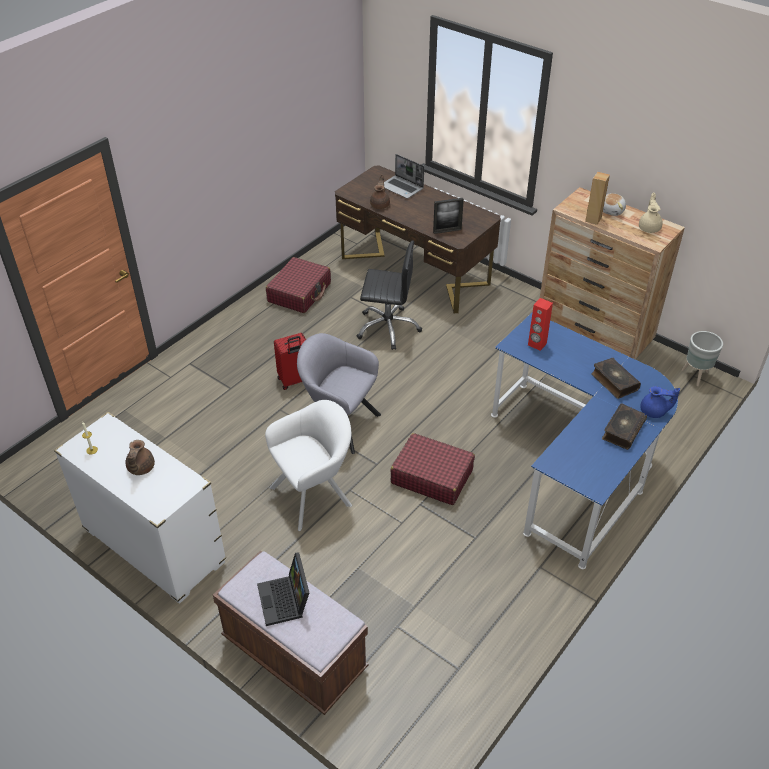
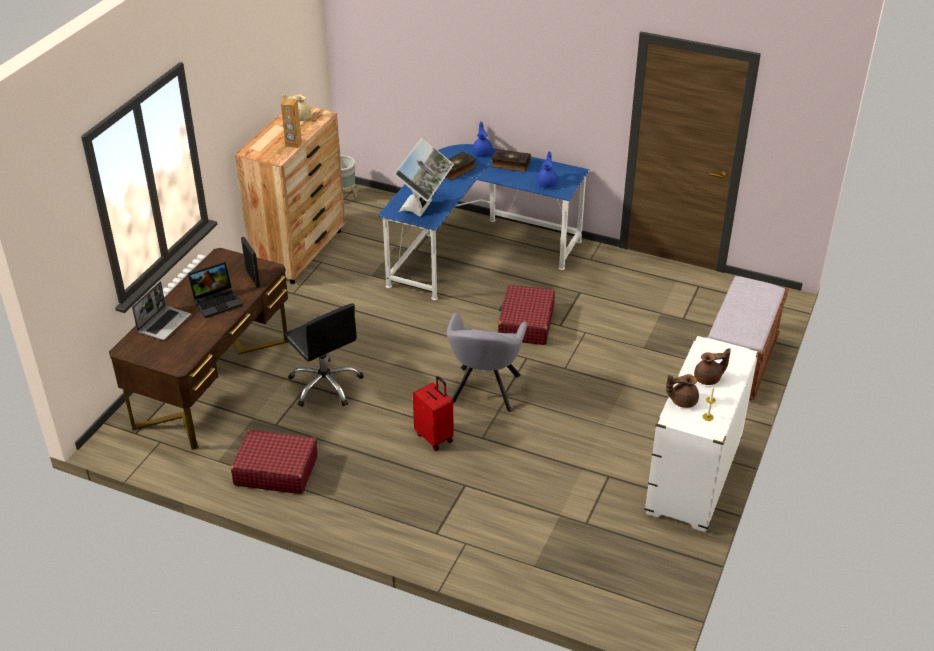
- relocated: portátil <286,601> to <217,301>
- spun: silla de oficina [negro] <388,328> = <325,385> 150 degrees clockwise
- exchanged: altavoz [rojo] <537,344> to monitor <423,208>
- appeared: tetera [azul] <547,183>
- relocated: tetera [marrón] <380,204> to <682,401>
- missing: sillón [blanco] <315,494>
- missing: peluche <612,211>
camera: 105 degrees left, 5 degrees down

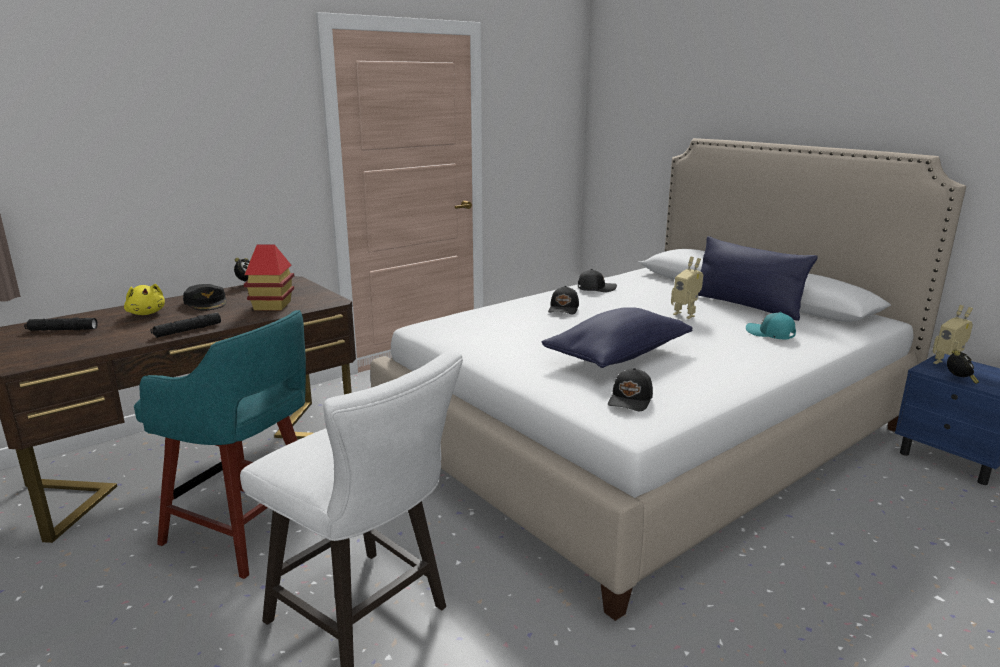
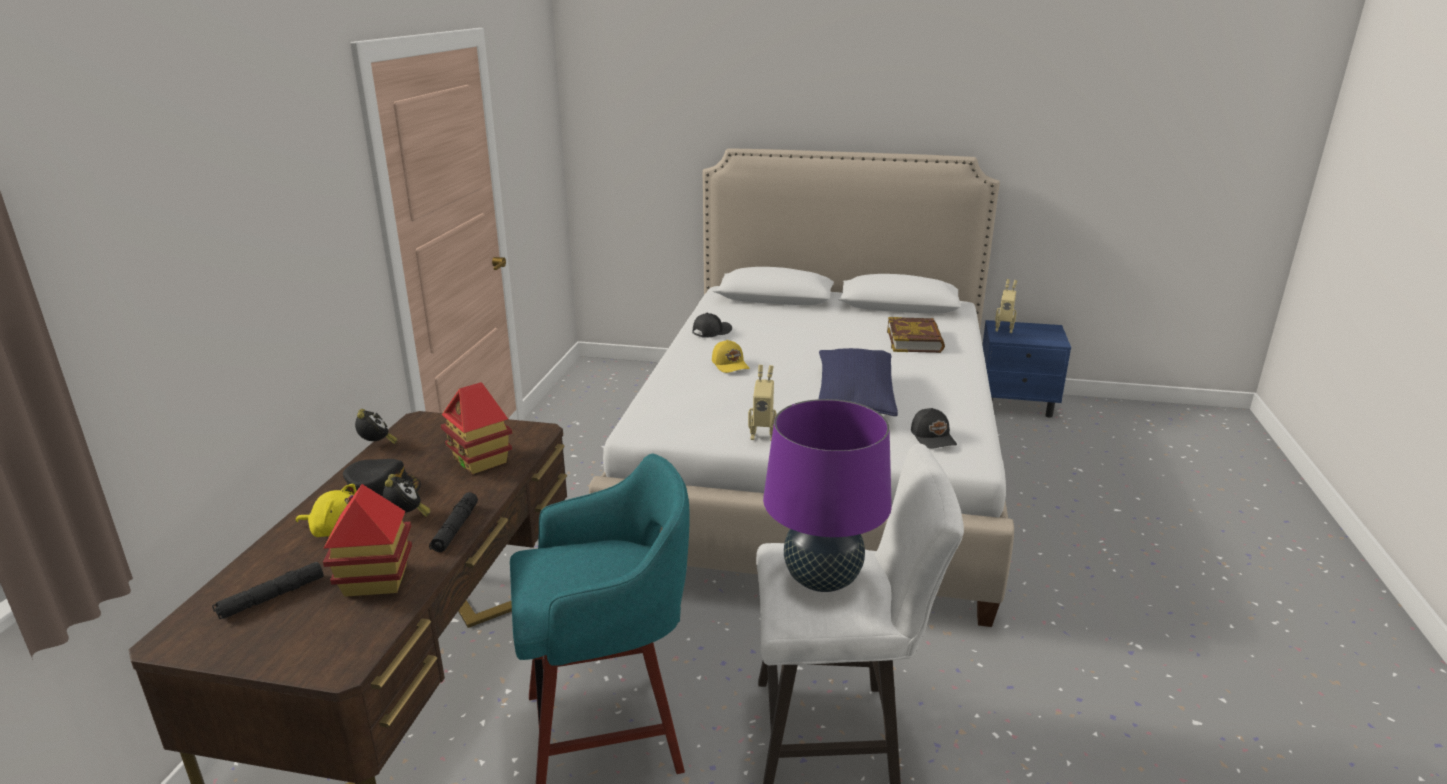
- appeared: casita <375,580>
- relocated: despertador <959,380> to <407,516>
- colour: gorra [negro] <564,309> to gorra [amarillo] <730,365>
- relocated: robot de juguete <686,314> to <763,435>
- appeared: lámpara de mesa [morado] <822,579>
- exchanged: gorra [turquesa] <770,334> to libro <915,340>
- missing: cojín [azul] <745,305>
camera: 40 degrees left, 5 degrees up

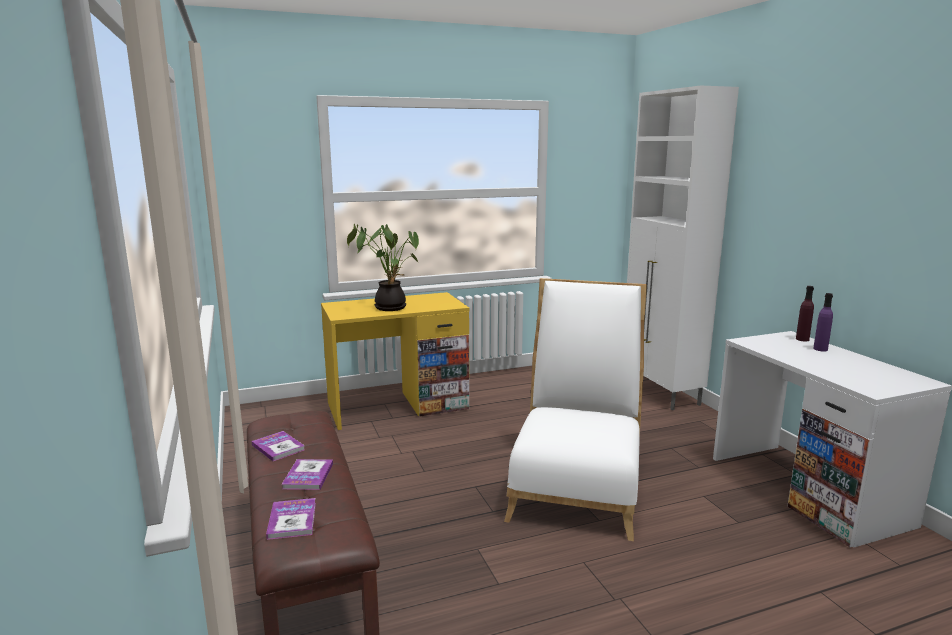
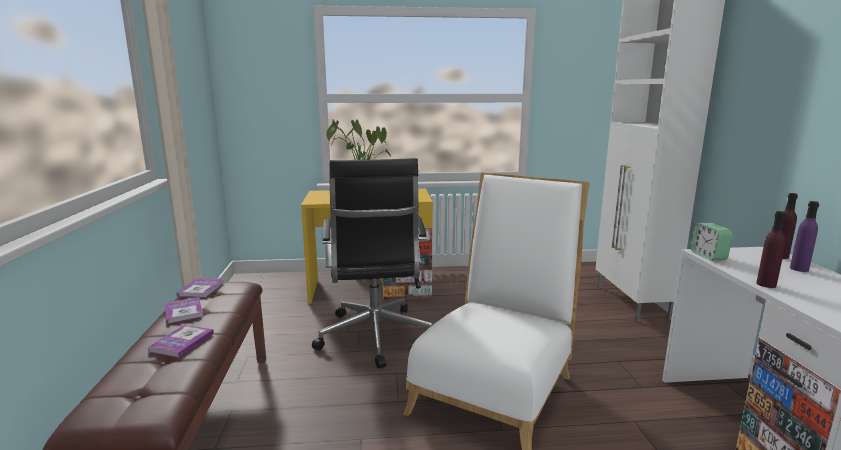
- relocated: libro <292,520> to <201,289>
- appeared: silla de oficina [negro] <375,337>
- appeared: despertador <708,256>
- appeared: botella [morado] <766,284>
camera: 15 degrees right, 0 degrees up

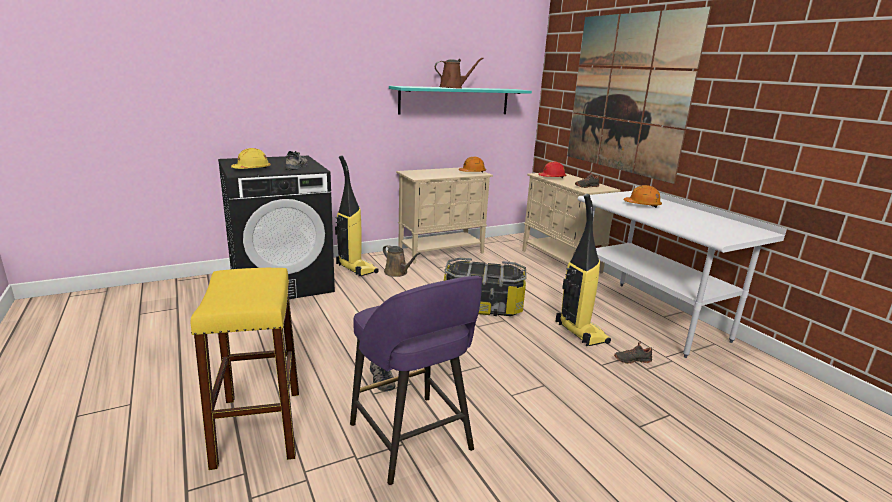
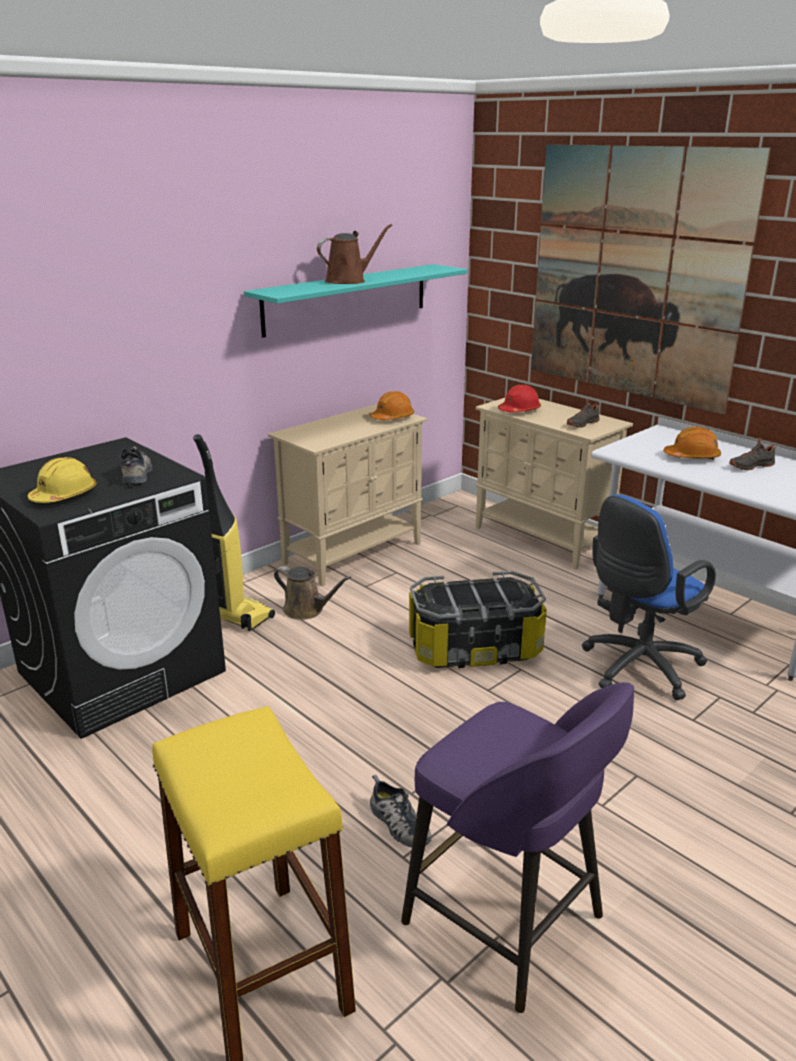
- exchanged: aspiradora <580,333> to silla de oficina [azul] <636,668>
- relocated: zapato [negro] <632,359> to <750,466>
camera: 15 degrees left, 5 degrees up

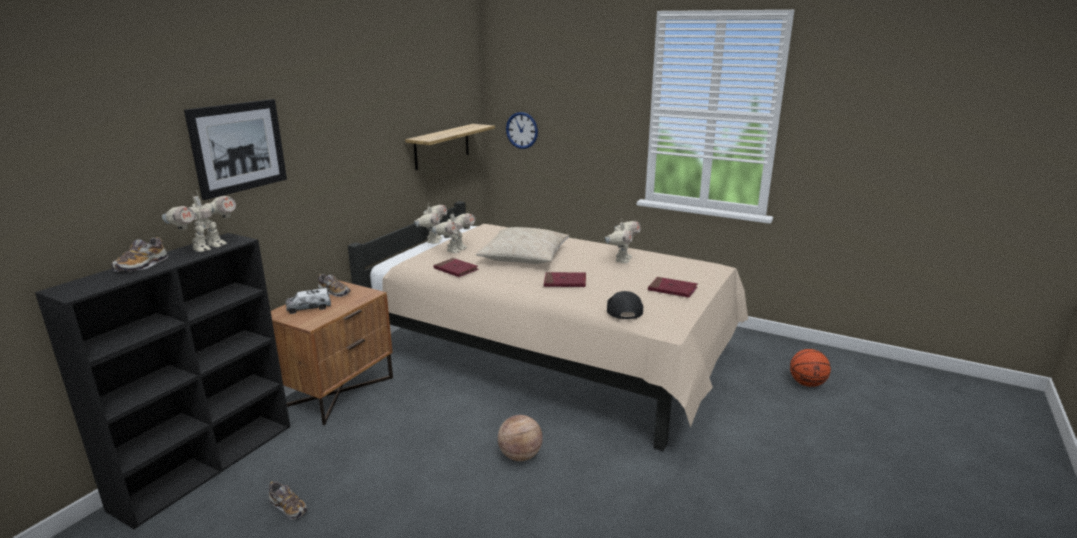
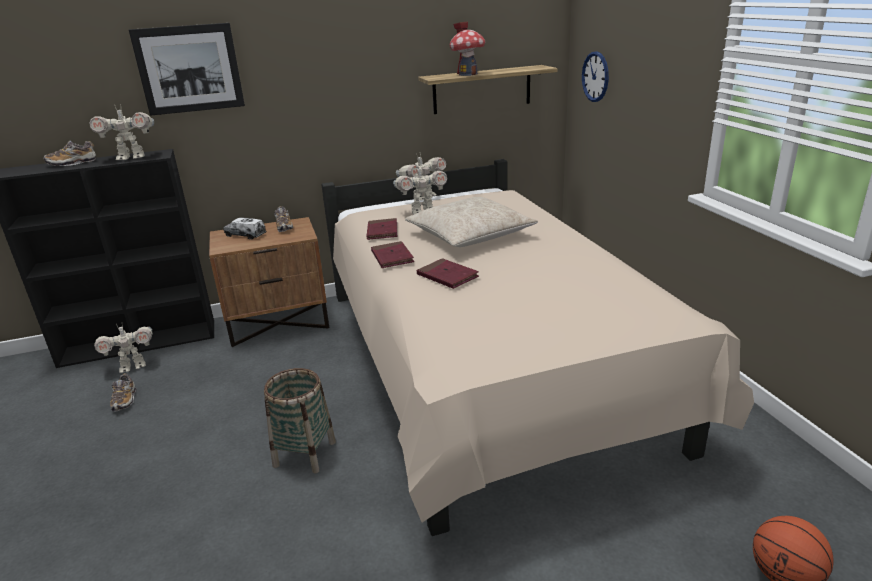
- relocated: robot de juguete <622,260> to <132,366>
- exchanged: balón de baloncesto <520,456> to cesta <305,453>
- relocated: libro [rojo] <672,289> to <392,257>
- appeared: casita <468,74>
- missing: gorra [negro] <623,308>
camera: 45 degrees right, 5 degrees up

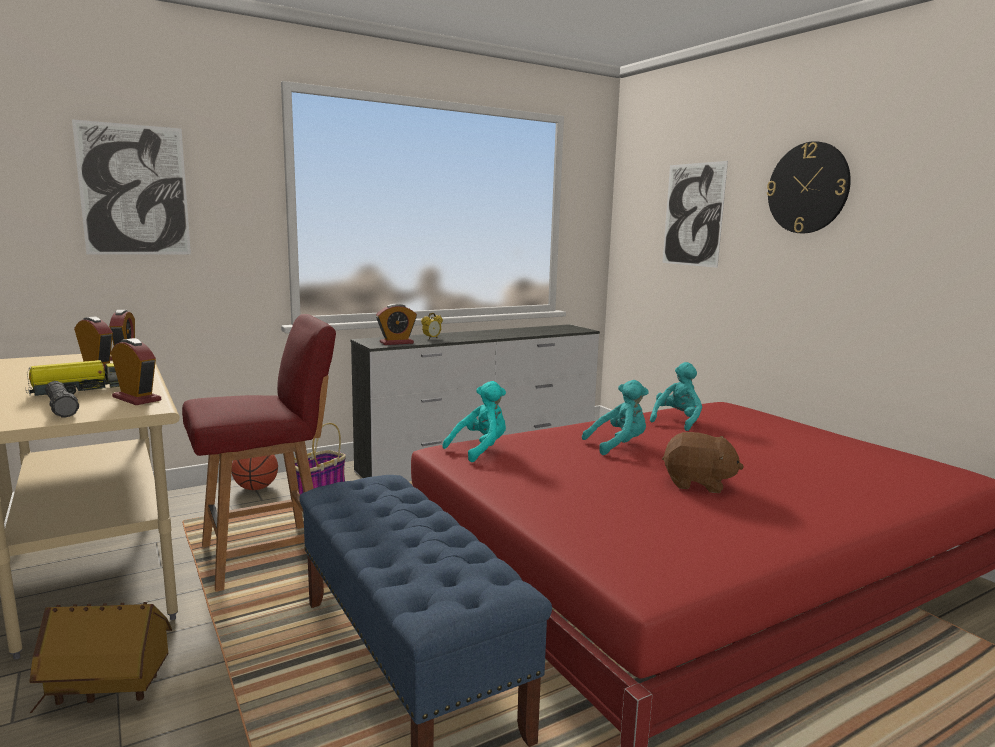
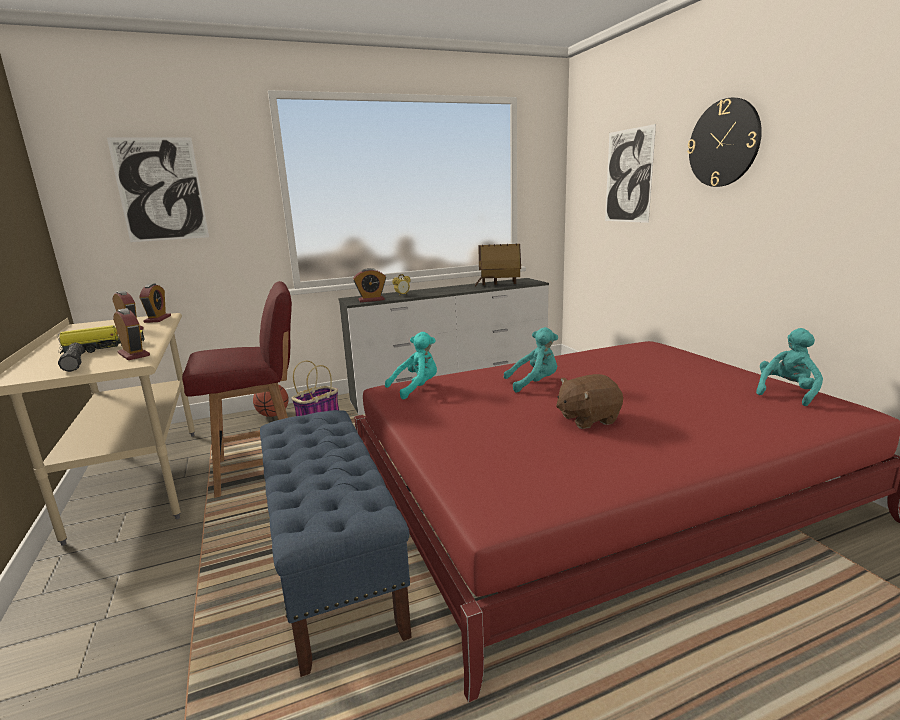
- relocated: casita <108,692> to <499,284>
- spun: peluche [marrón] <698,484> = <587,419> 135 degrees clockwise
- relocated: peluche [turquesa] <677,421> to <787,392>
camera: 10 degrees right, 5 degrees up

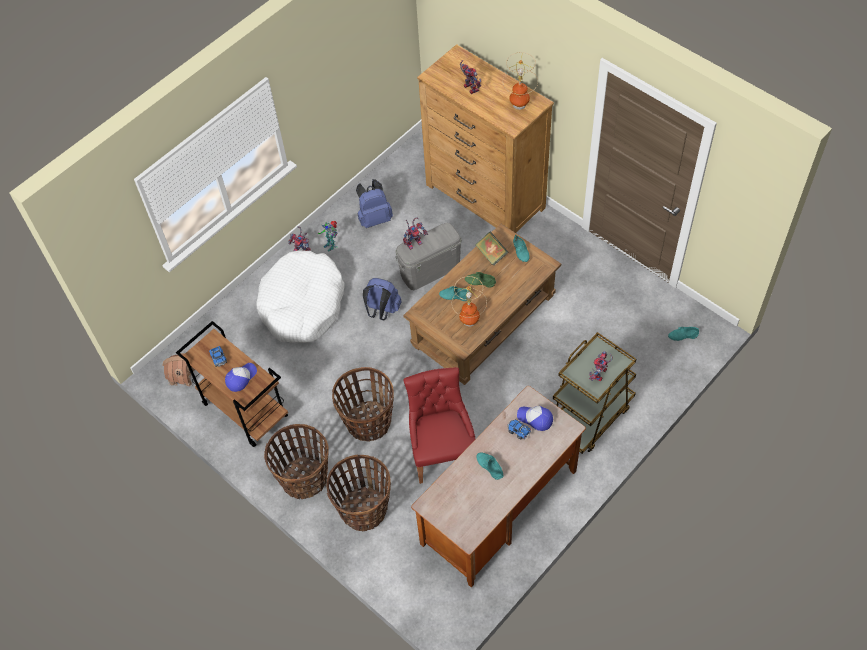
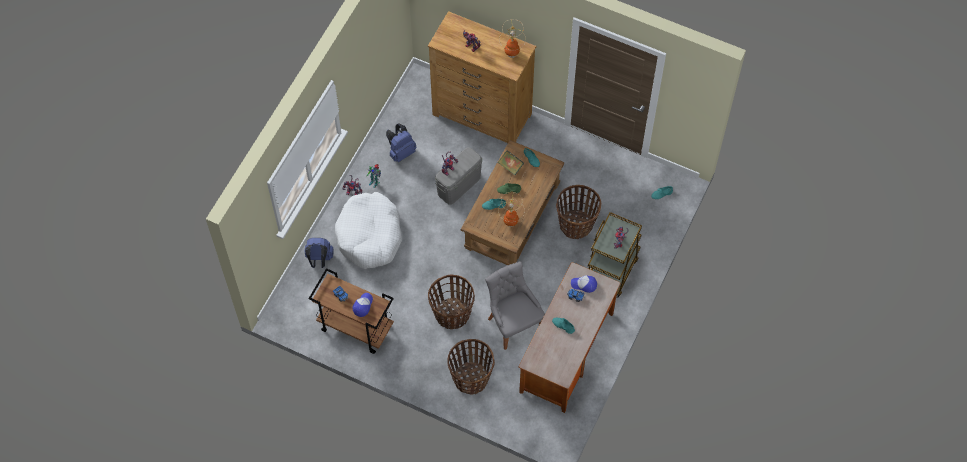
- relocated: mochila [azul] <382,311> to <319,260>
- colour: silla [rojo] <442,452> to silla [gris] <513,323>
- relocated: cesta <304,478> to <576,224>
- missing: casita <183,376>
camera: 20 degrees left, 5 degrees up

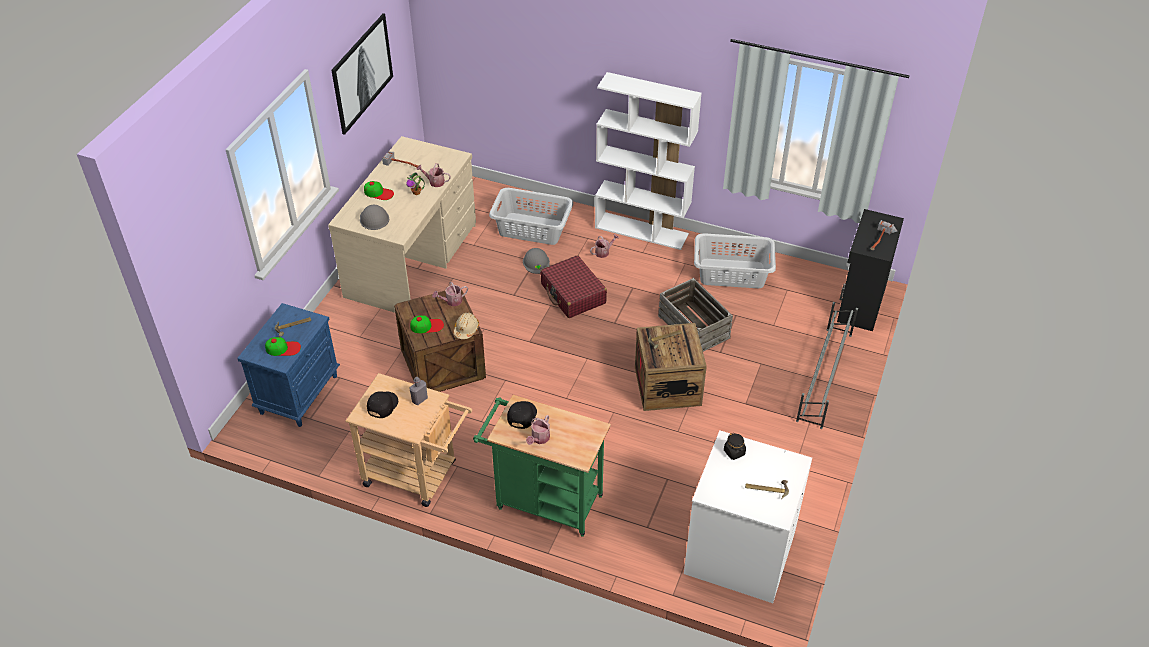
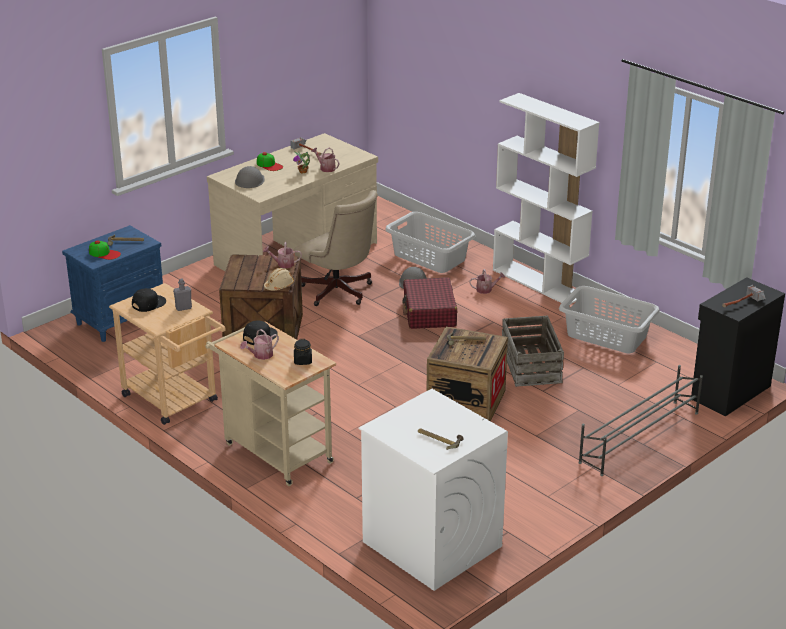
- colour: carrito [verde] <543,500> to carrito [beis] <273,450>
- appeared: silla de oficina [beis] <339,293>
- relocated: tarro [negro] <734,452> to <303,361>
- missing: cuadro <361,72>
- missing: gorra <427,326>
camera: 25 degrees right, 15 degrees down

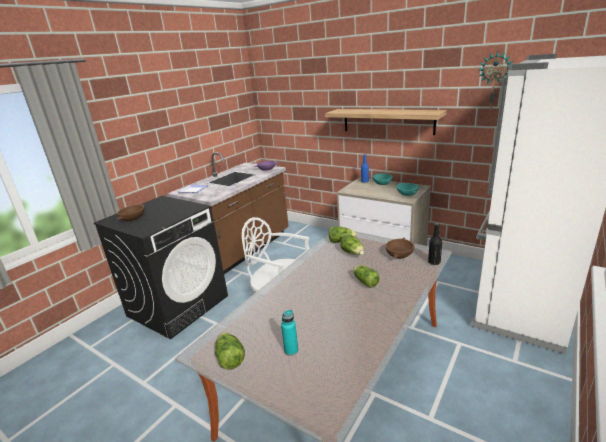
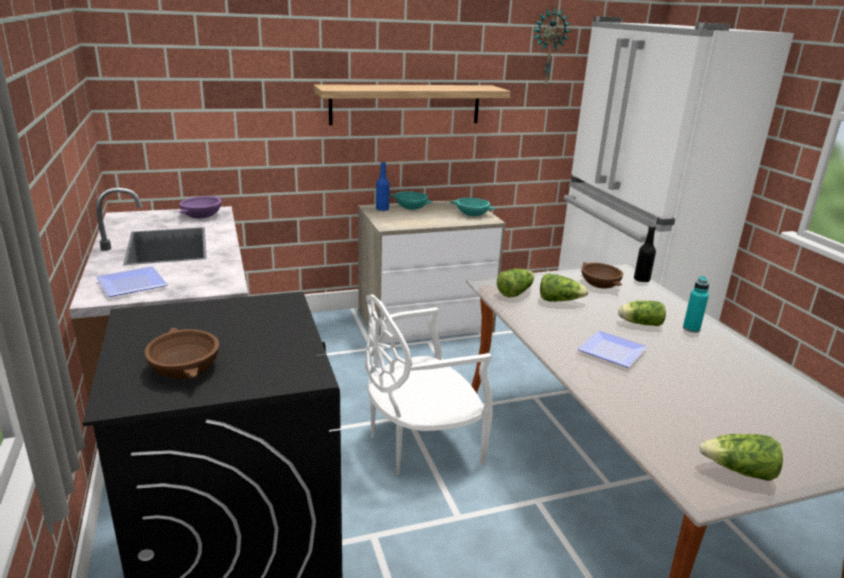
- appeared: plato <609,351>
- relocated: botella [turquesa] <291,350> to <691,329>
camera: 55 degrees left, 0 degrees up

